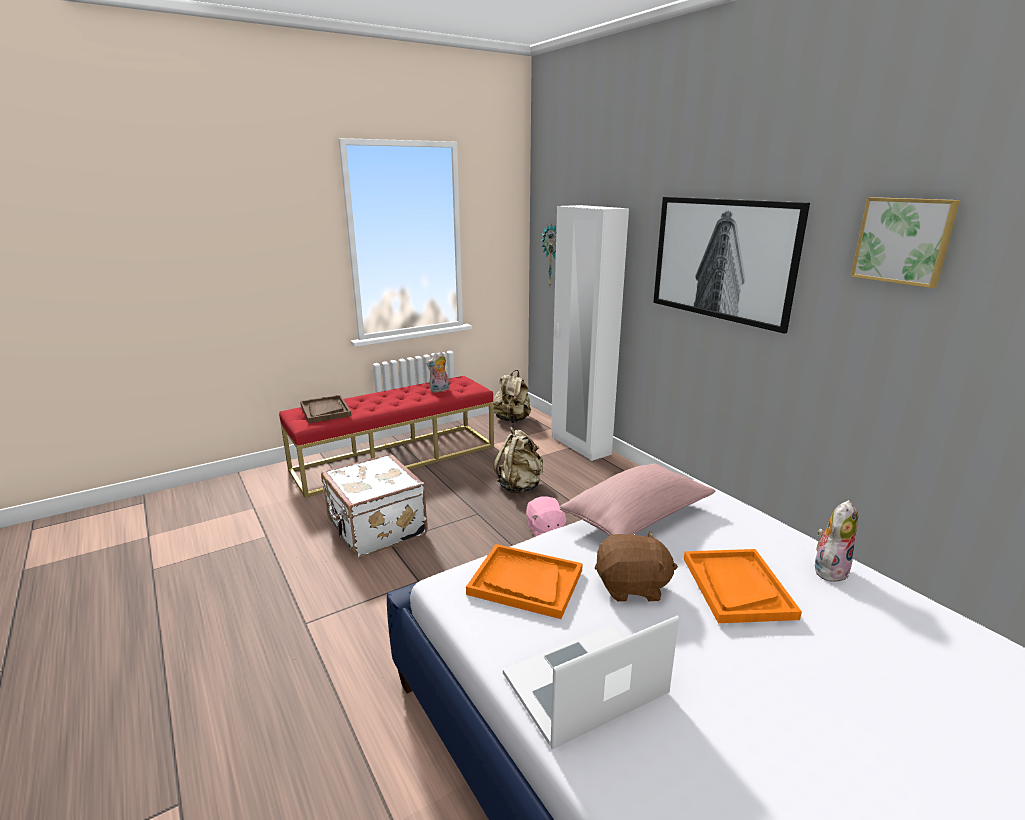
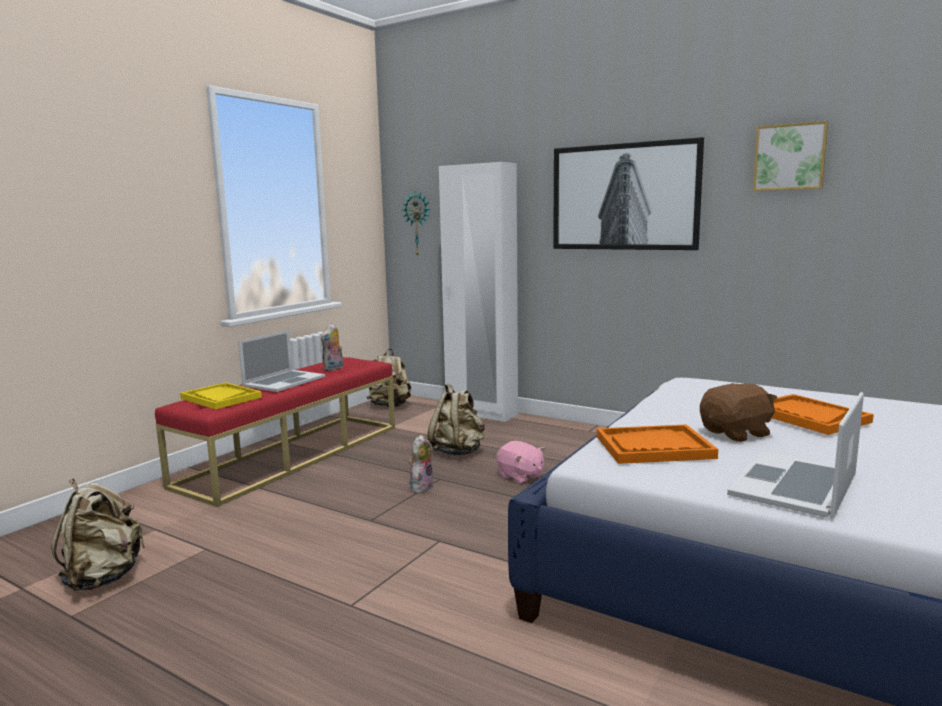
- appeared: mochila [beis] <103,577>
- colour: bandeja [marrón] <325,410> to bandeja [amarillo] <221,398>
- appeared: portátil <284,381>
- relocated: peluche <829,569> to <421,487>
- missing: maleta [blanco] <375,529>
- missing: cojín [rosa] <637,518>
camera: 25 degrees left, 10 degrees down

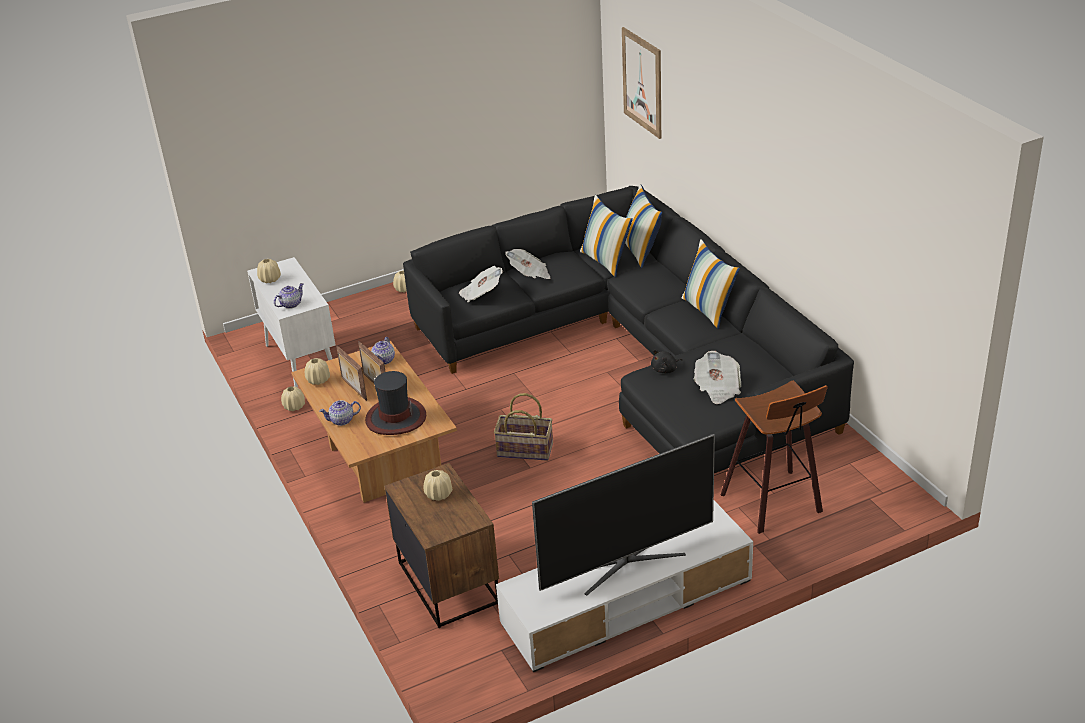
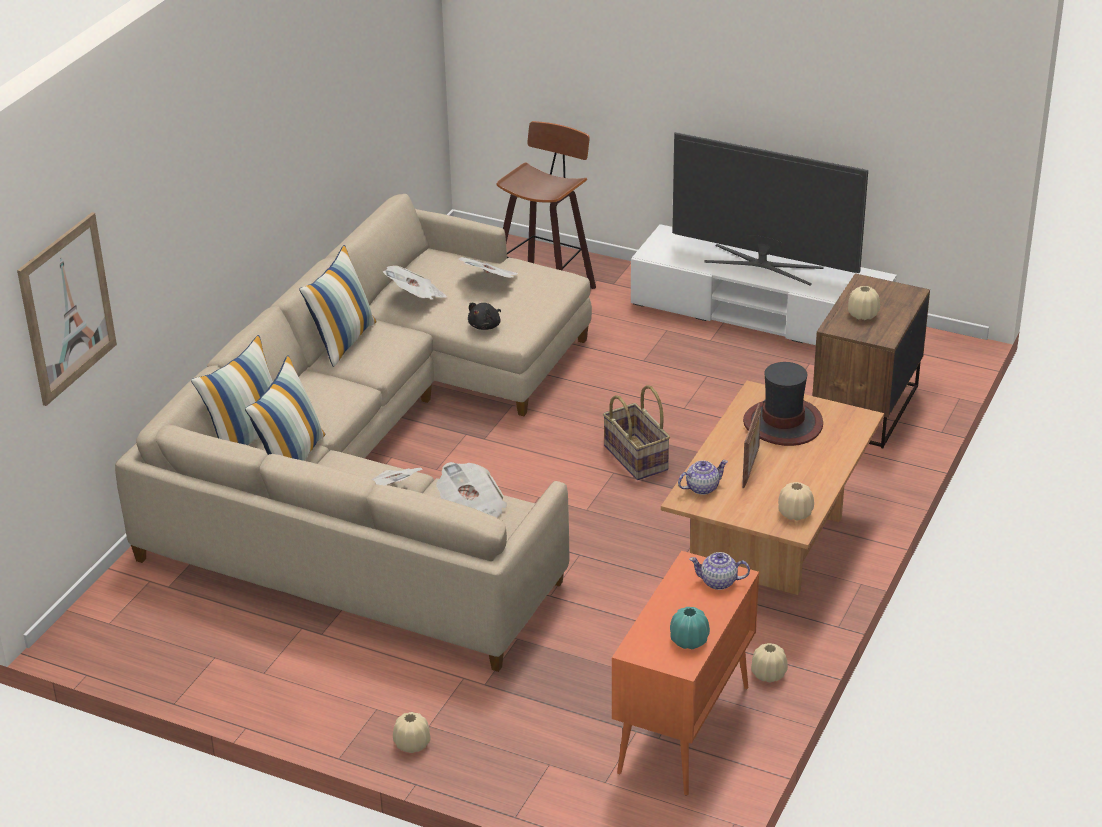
- colour: sofá [negro] <637,355> to sofá [beis] <381,462>
- appeared: periódico <416,297>
- spun: peluche [negro] <665,369> = <486,326> 105 degrees clockwise
- colour: armario [blanco] <301,363> to armario [naranja] <683,731>
- colour: florero [beis] <270,279> to florero [turquesa] <689,641>
- missing: tetera <342,420>
- missing: portarretratos <353,389>
camera: 130 degrees left, 0 degrees up

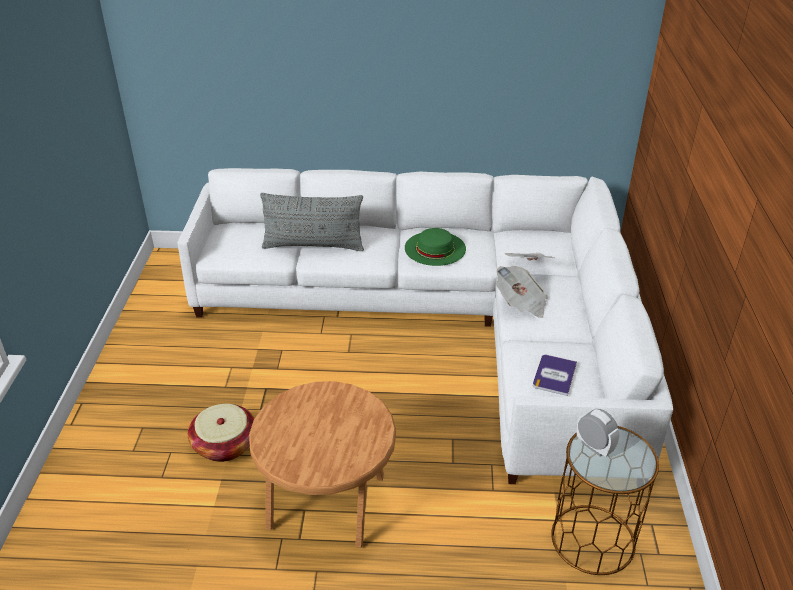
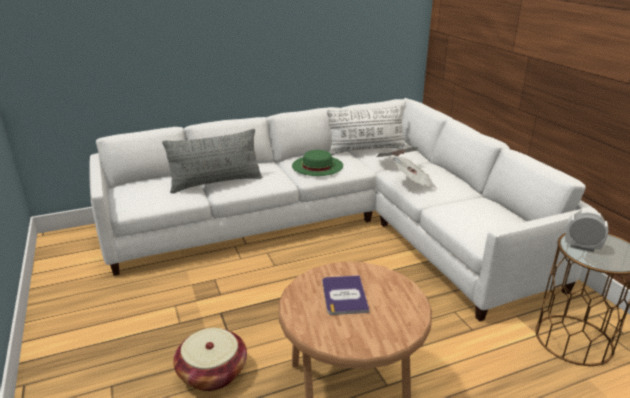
- relocated: libro <554,375> to <344,295>
- appeared: cojín [blanco] <366,150>
camera: 25 degrees left, 10 degrees down

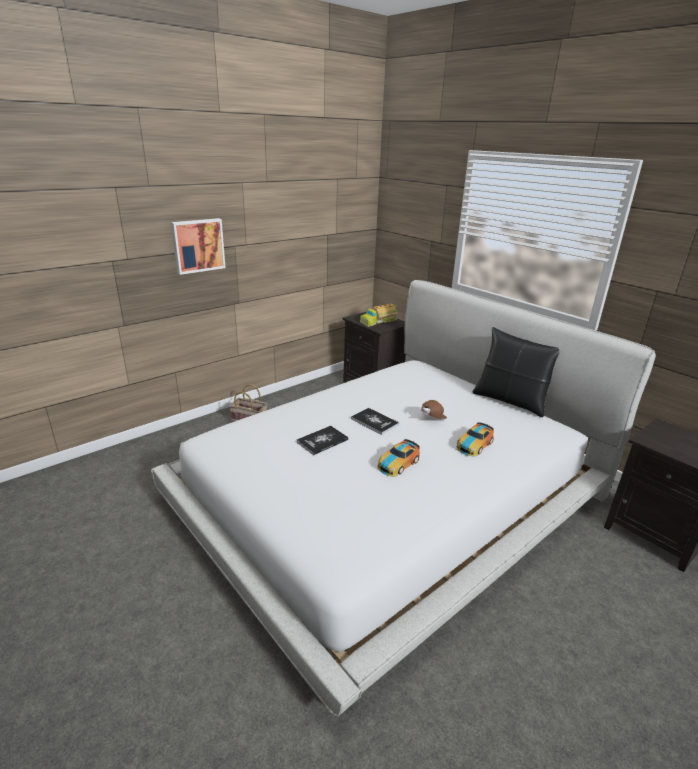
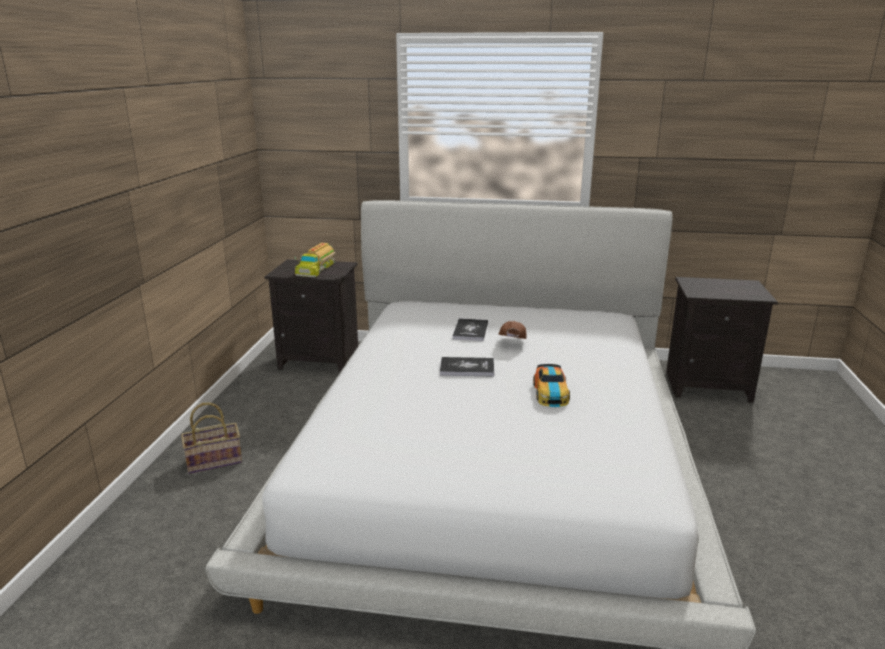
- relocated: libro <322,441> to <470,331>
- missing: cuadro <198,245>
- missing: coche de juguete <474,445>
- missing: cojín [negro] <510,401>
camera: 40 degrees left, 5 degrees down

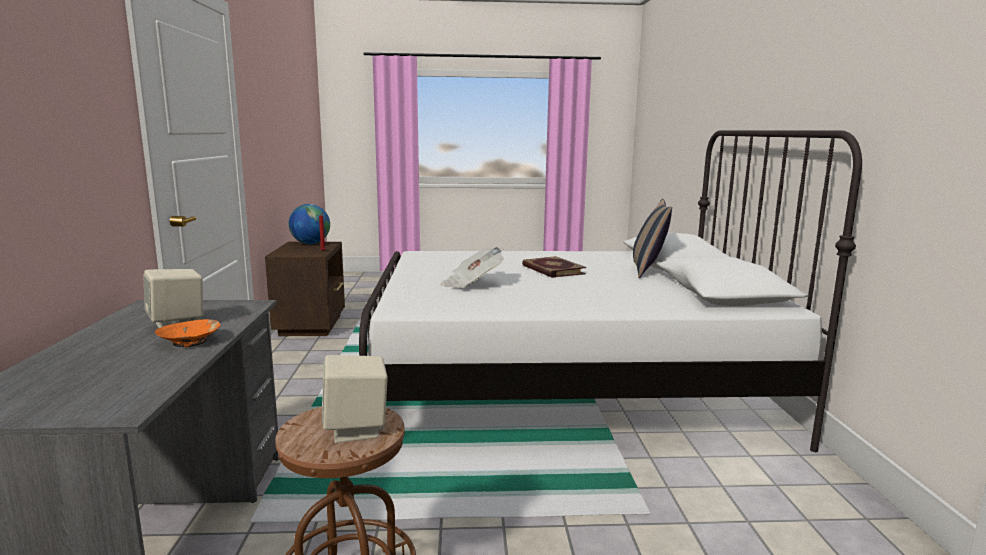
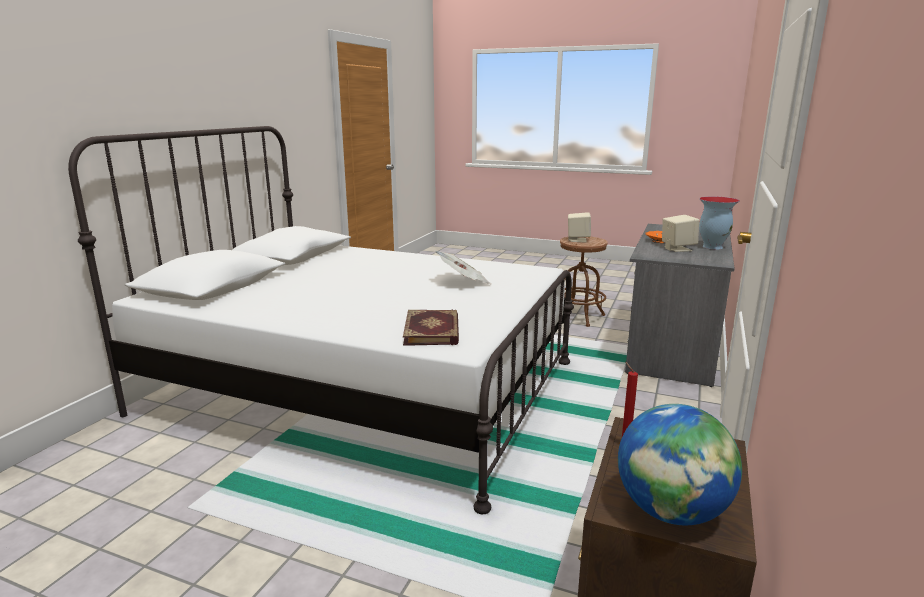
- relocated: libro <552,270> to <433,330>
- appeared: florero <712,247>
- missing: cojín <648,270>
camera: 155 degrees left, 5 degrees up

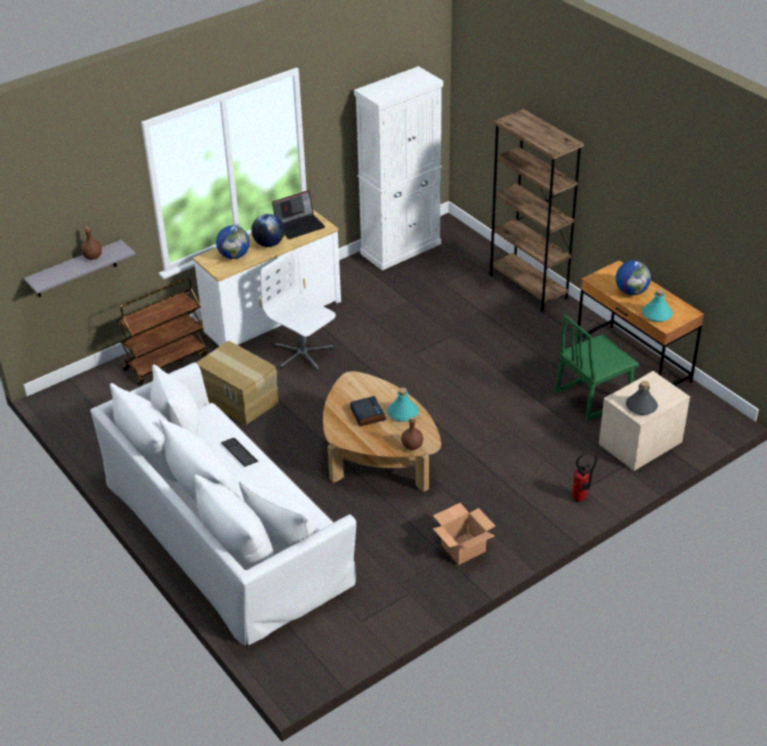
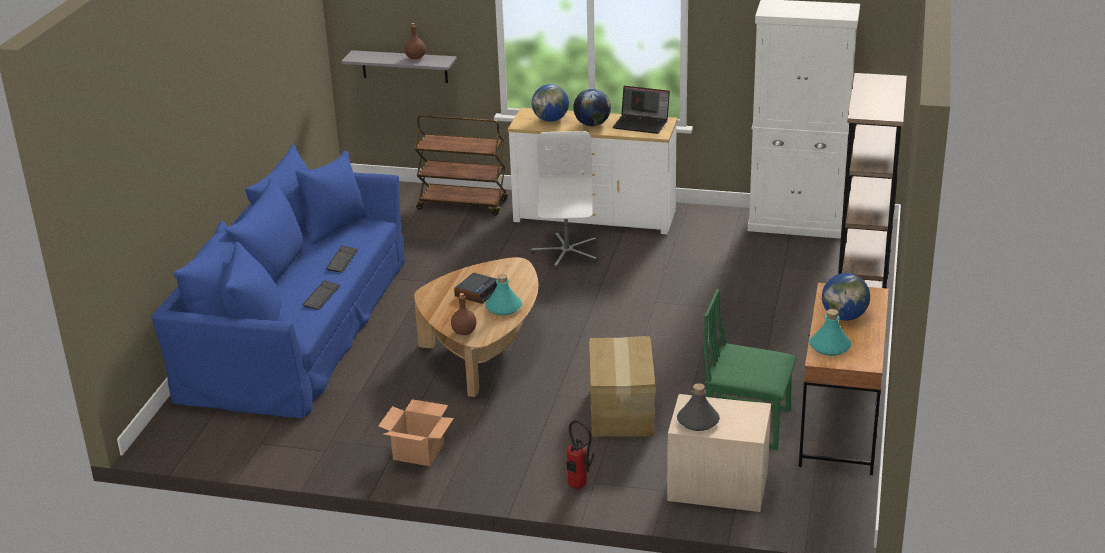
- colour: sofá [blanco] <226,528> to sofá [azul] <297,327>
- appeared: teclado <321,296>
- relocated: caja de cartón <240,399> to <623,411>
camera: 50 degrees right, 10 degrees down

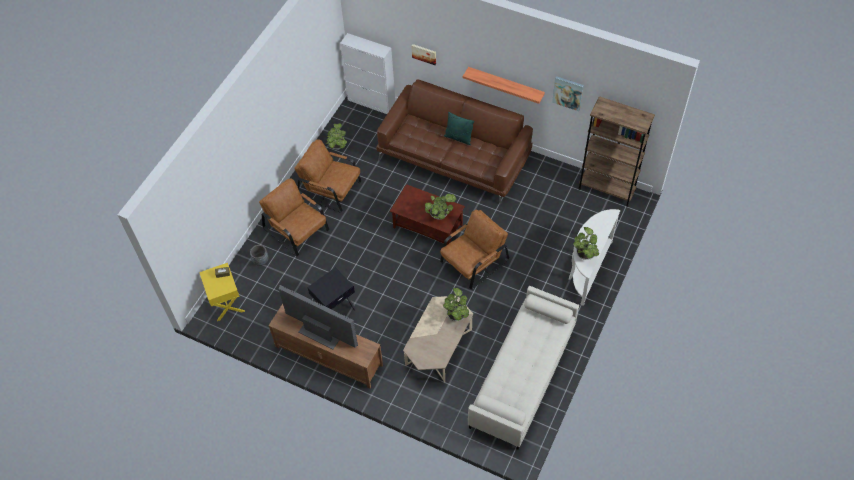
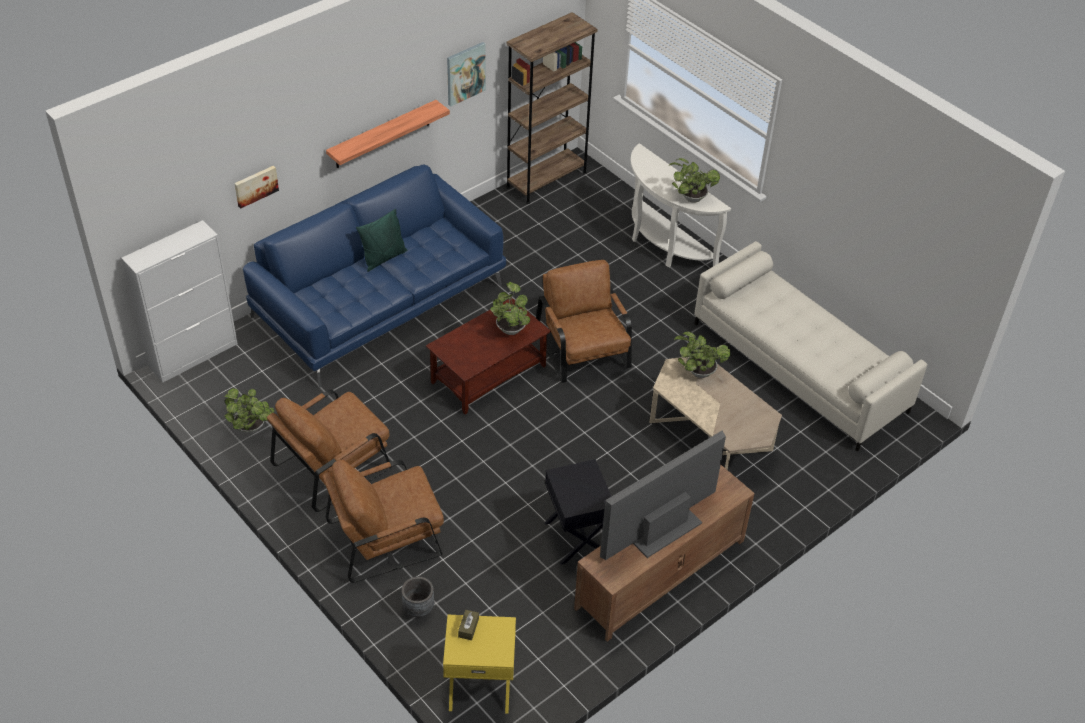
- colour: sofá [marrón] <455,156> to sofá [azul] <380,300>
camera: 70 degrees left, 10 degrees down

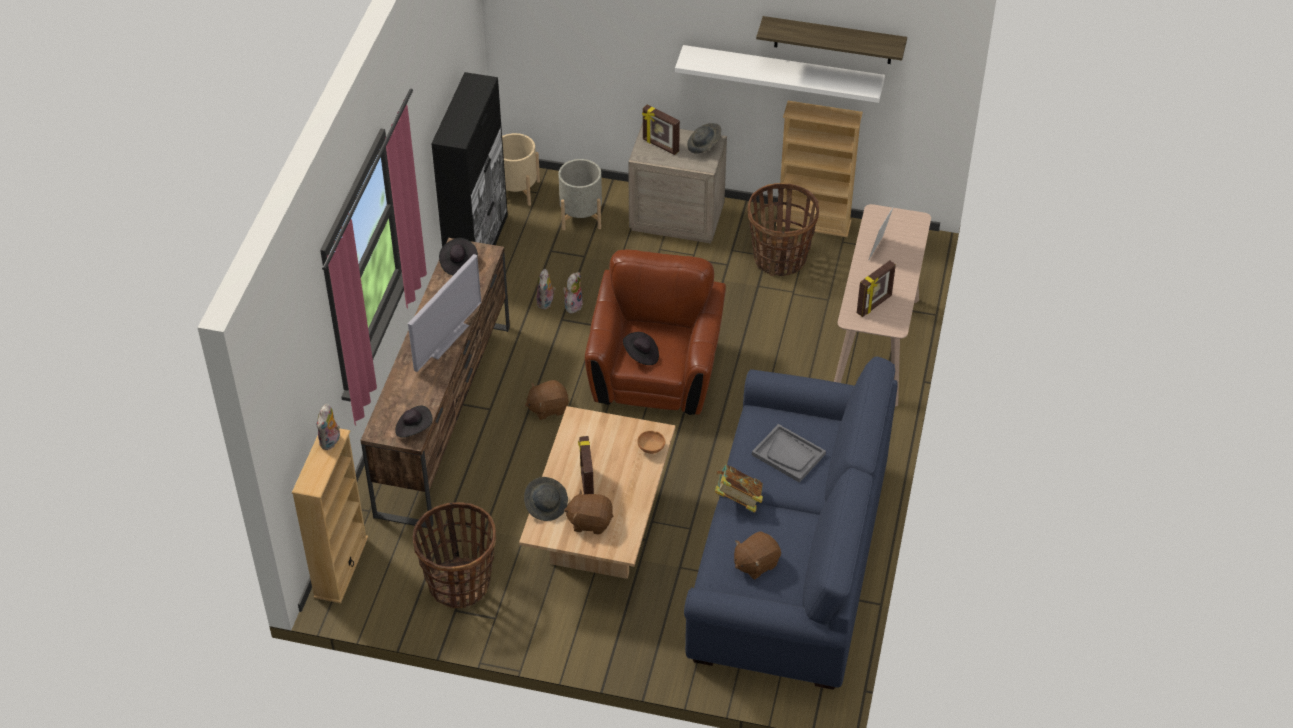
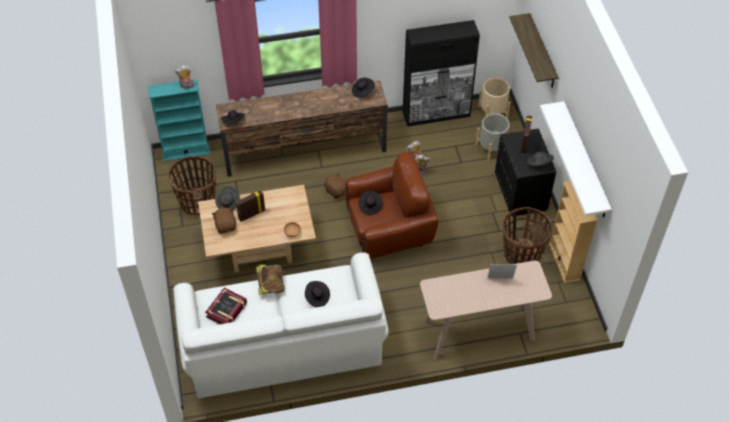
- colour: estantería [beis] <340,567> to estantería [turquesa] <186,151>
- colour: sofá [azul] <789,562> to sofá [blanco] <283,344>
- exchanged: peluche [marrón] <755,563> to libro <227,310>
- exchanged: bandeja [gris] <788,454> to sombrero [negro] <317,297>
- colour: mesita de noche [beis] <677,218> to mesita de noche [negro] <521,192>
- relocated: estante <833,40> to <542,52>
- missing: televisor <445,338>
- missing: portarretratos <874,305>
camera: 65 degrees right, 5 degrees up

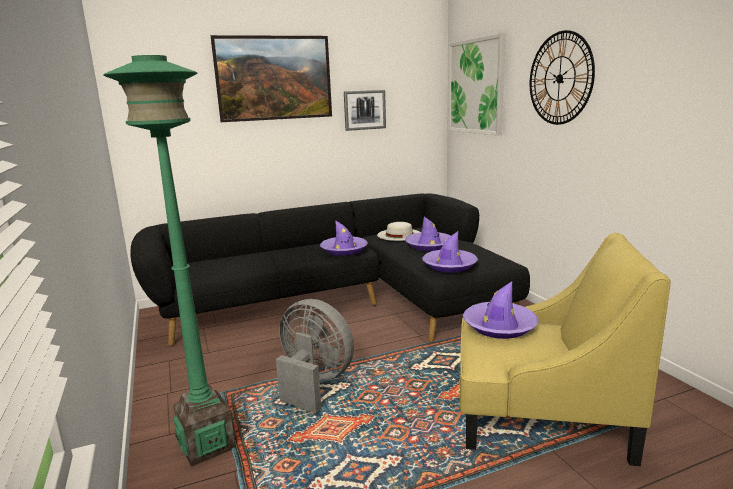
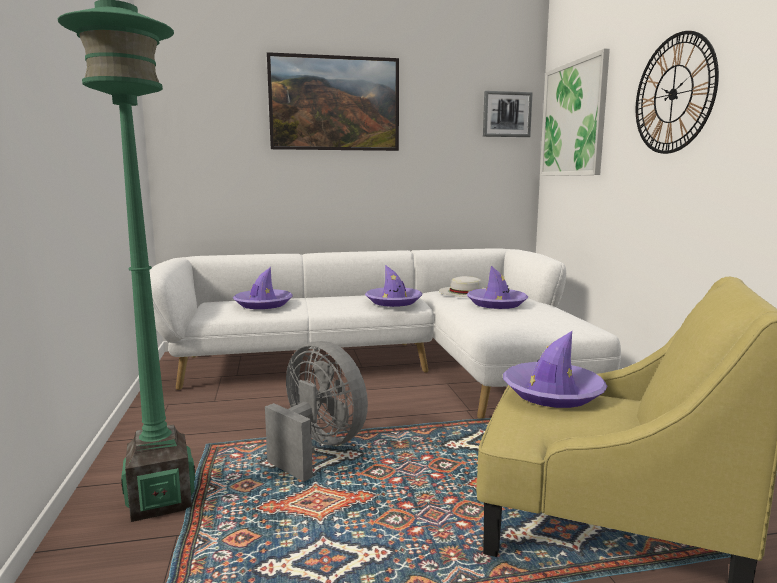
- colour: sofá [negro] <345,302> to sofá [blanco] <392,366>
- relocated: sombrero [morado] <449,265> to <263,304>
- relocated: cuadro <364,110> to <506,114>
camera: 10 degrees right, 5 degrees down

